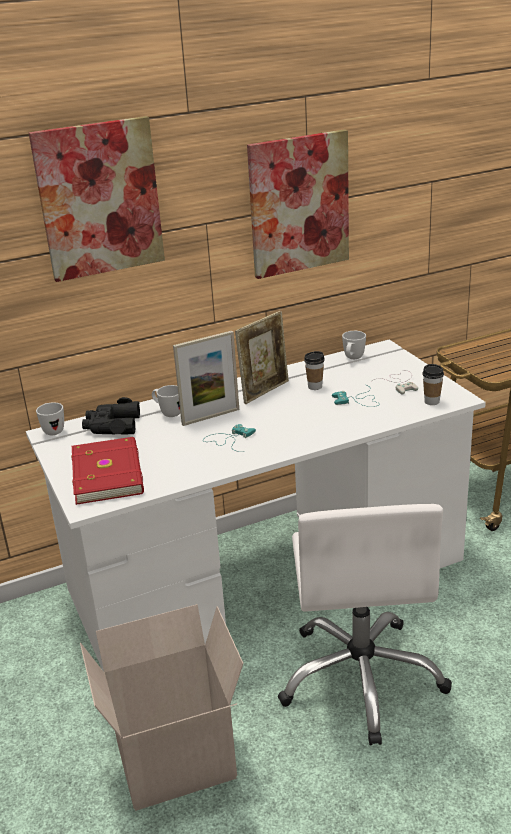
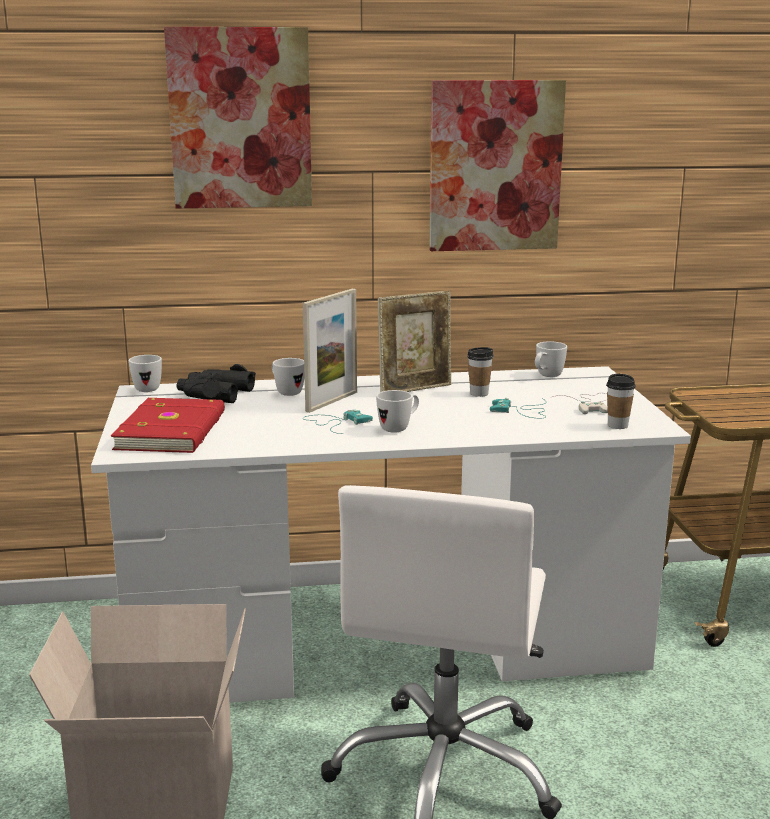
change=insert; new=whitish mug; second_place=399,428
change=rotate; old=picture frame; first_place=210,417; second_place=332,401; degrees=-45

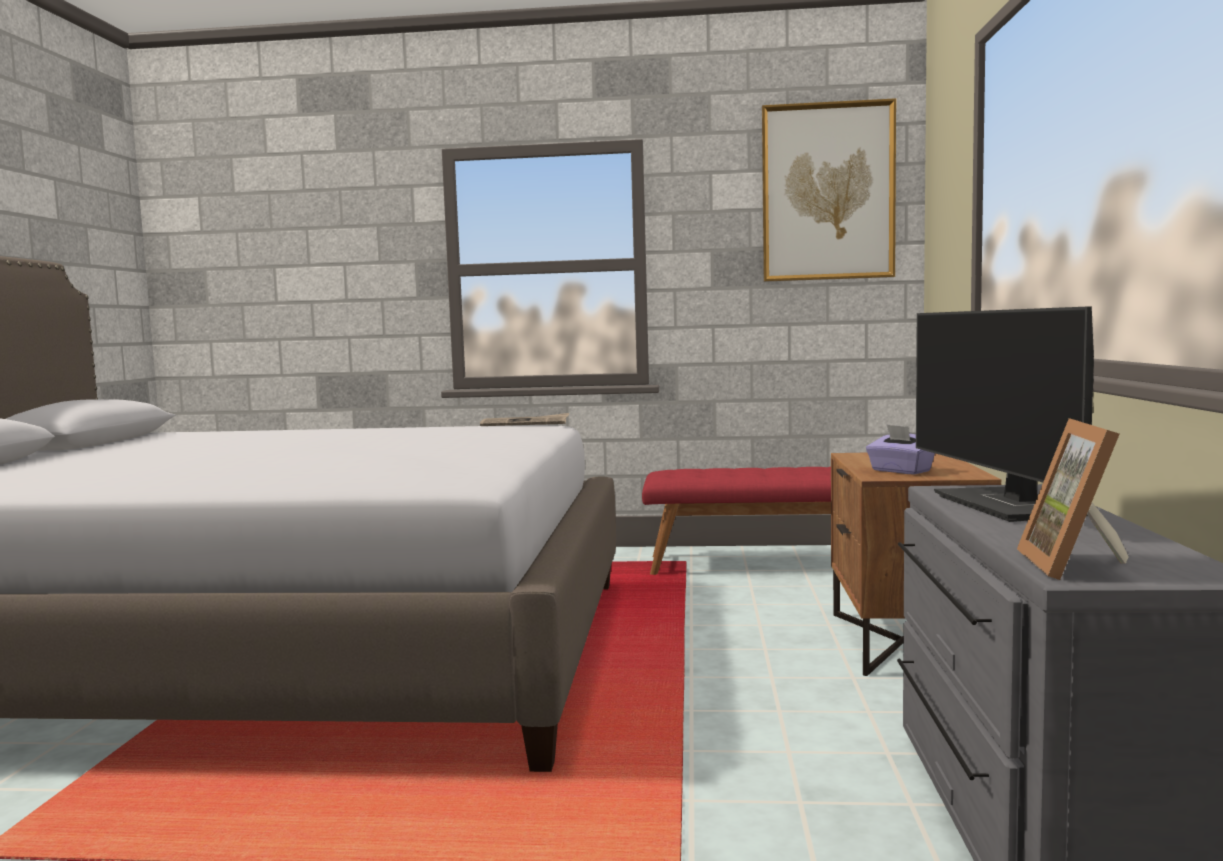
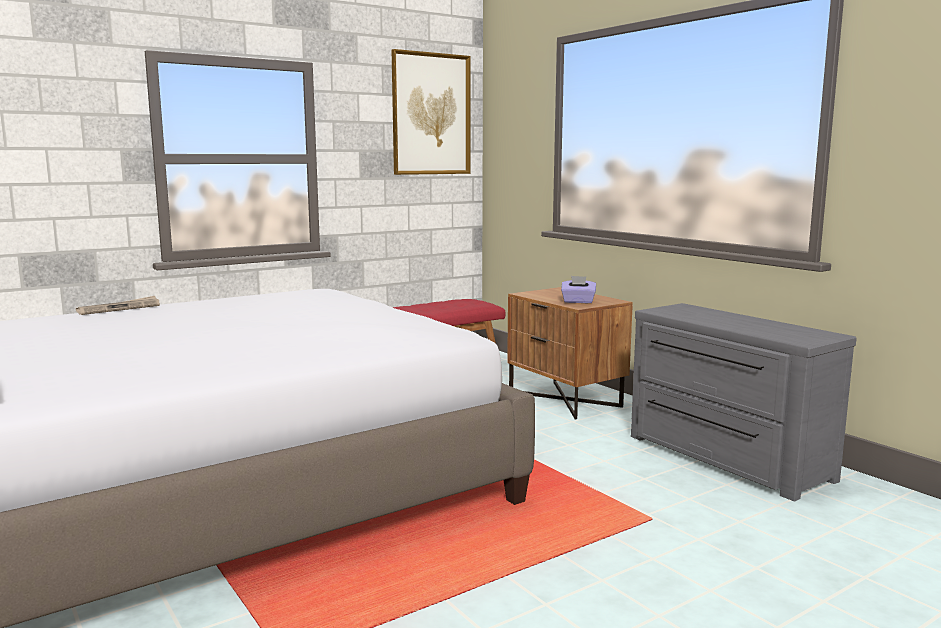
change=delete; old=computer screen; first_place=1012,506
change=delete; old=picture frame; first_place=1078,565
change=move; old=printed paper; first_place=525,423; second_place=119,308

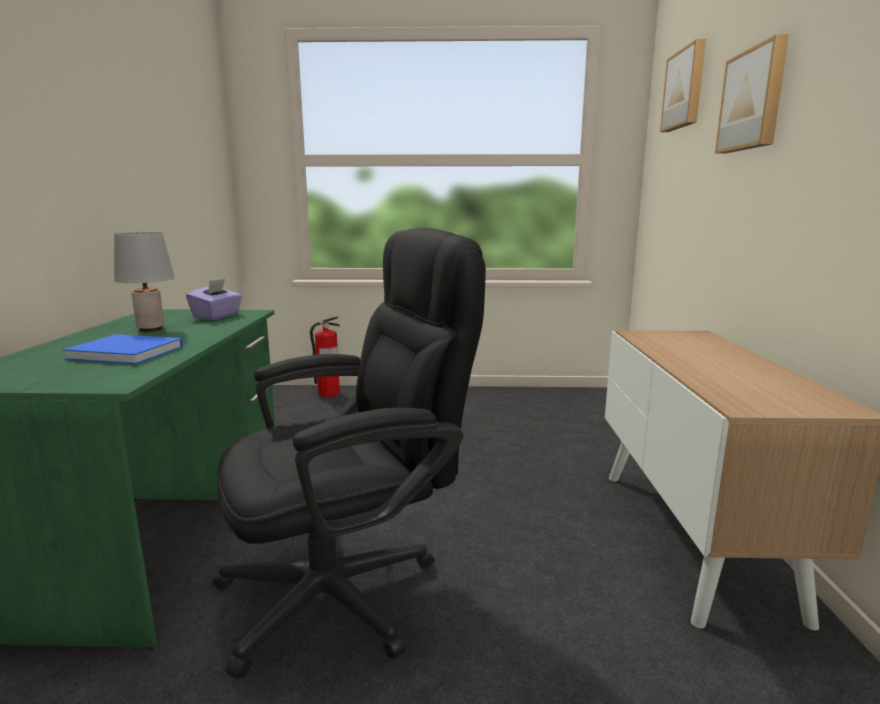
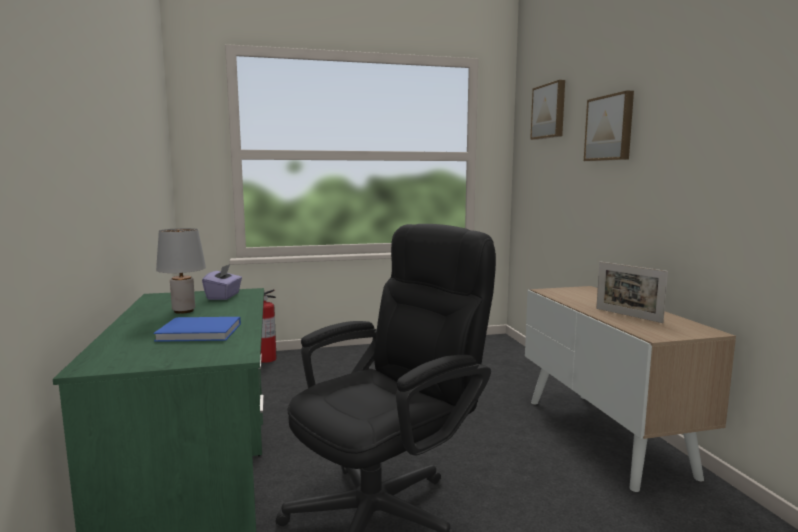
change=insert; new=picture frame; second_place=628,315

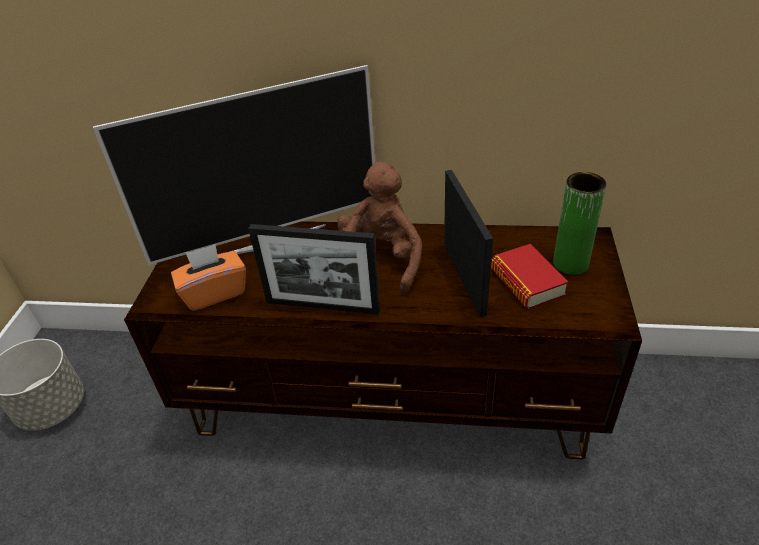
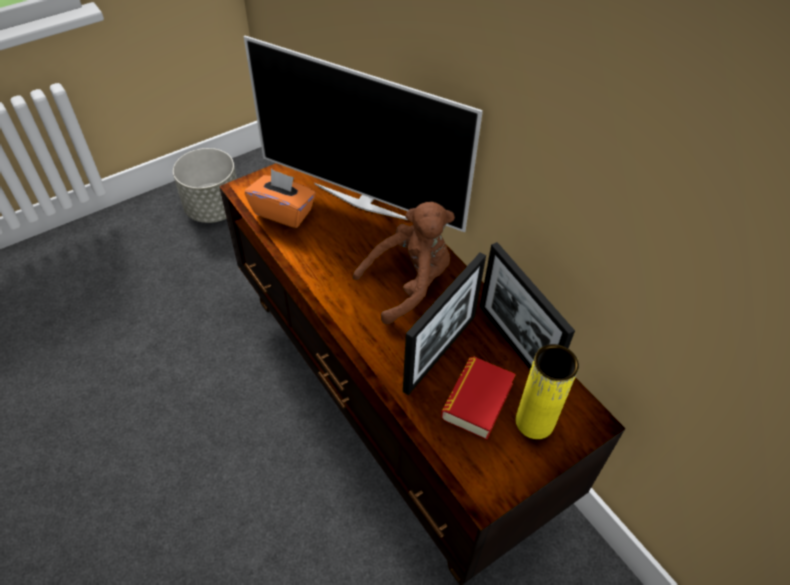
change=move; old=picture frame; first_place=322,306; second_place=514,345
change=recolor; old=greenish vase; new=yellow-coloured vase; first_place=570,264; second_place=534,422

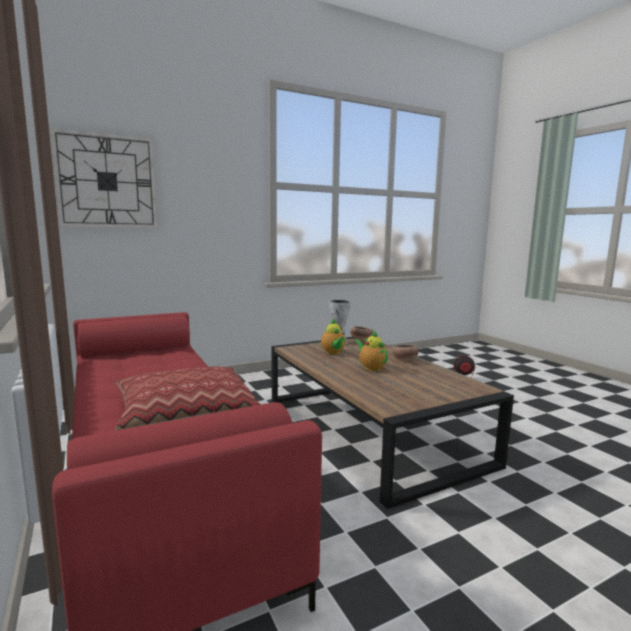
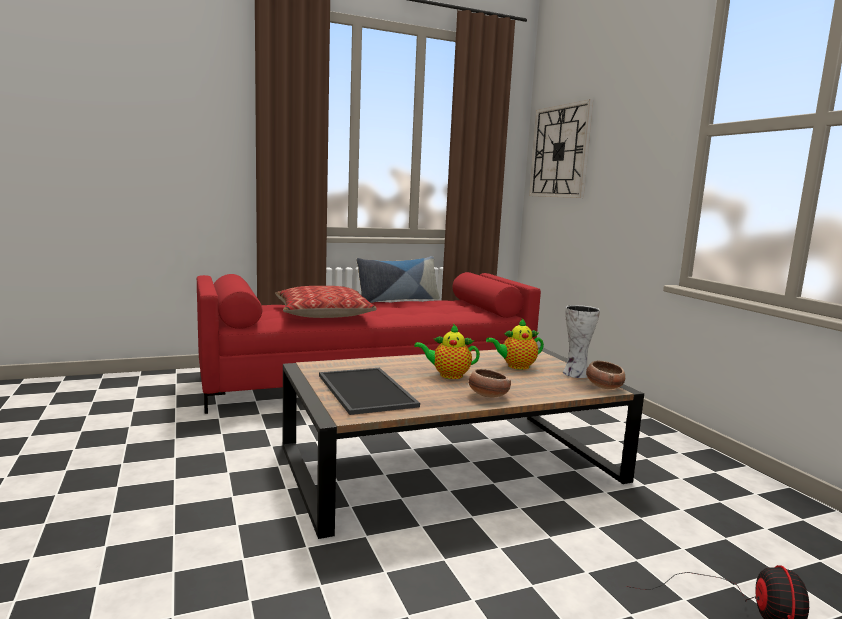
change=insert; new=serving tray; second_place=368,390
change=insert; new=pillow; second_place=398,300
change=rotate; old=teapot; first_place=371,368; second_place=448,375; degrees=-150

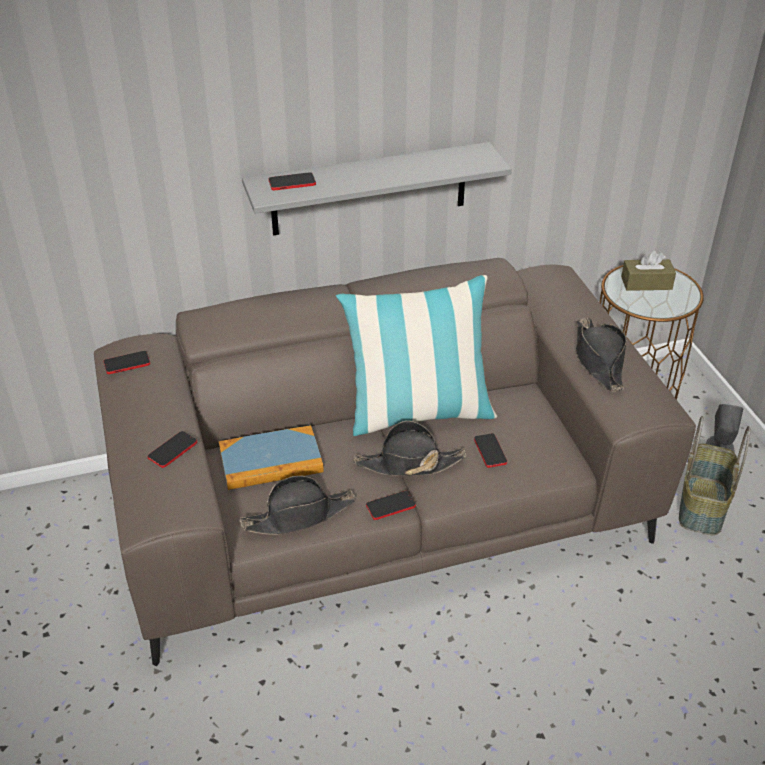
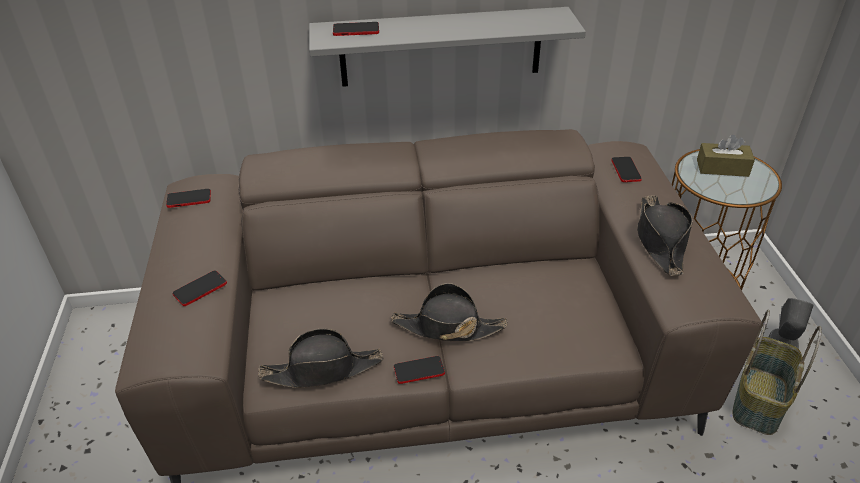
change=delete; old=bound book; first_place=271,461
change=delete; old=pillow; first_place=418,413
change=move; old=telephone; first_place=490,451; second_place=625,170

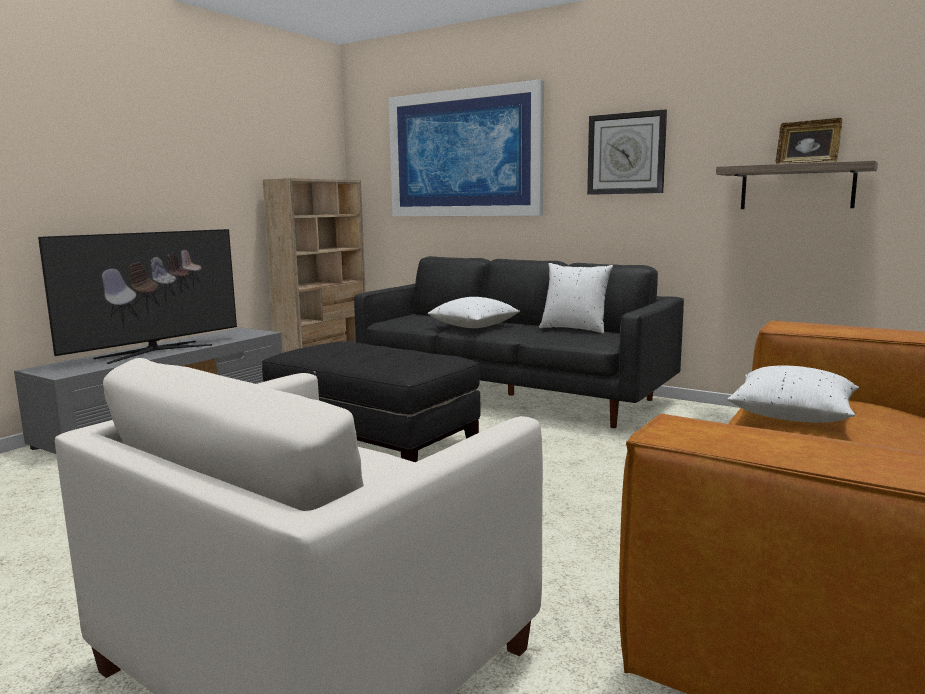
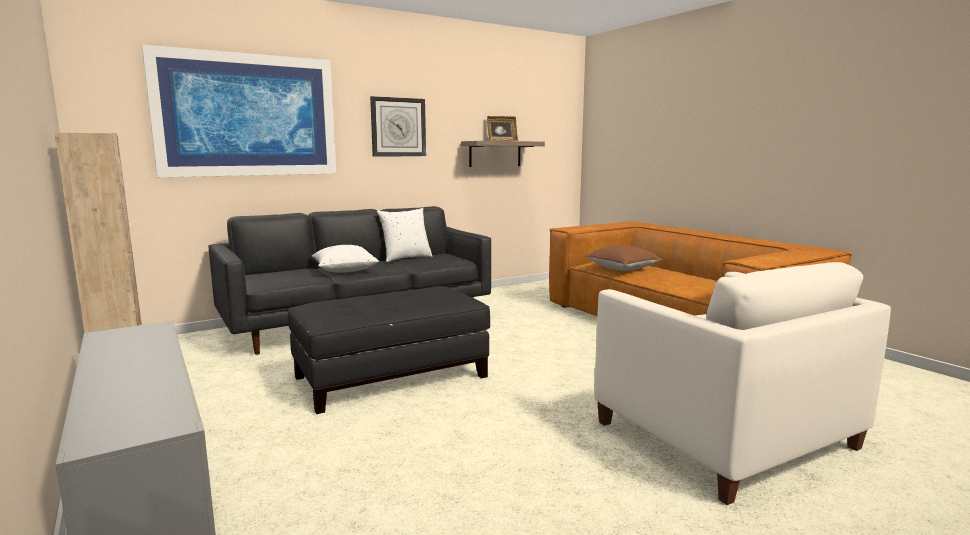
change=delete; old=TV; first_place=154,352
change=recolor; old=whitish pillow; new=brown pillow; first_place=792,416; second_place=622,269

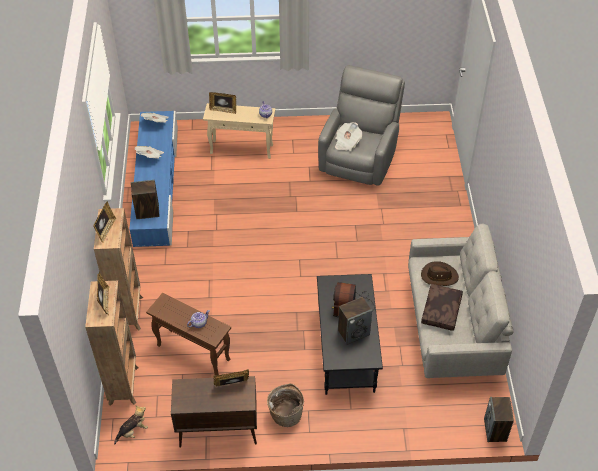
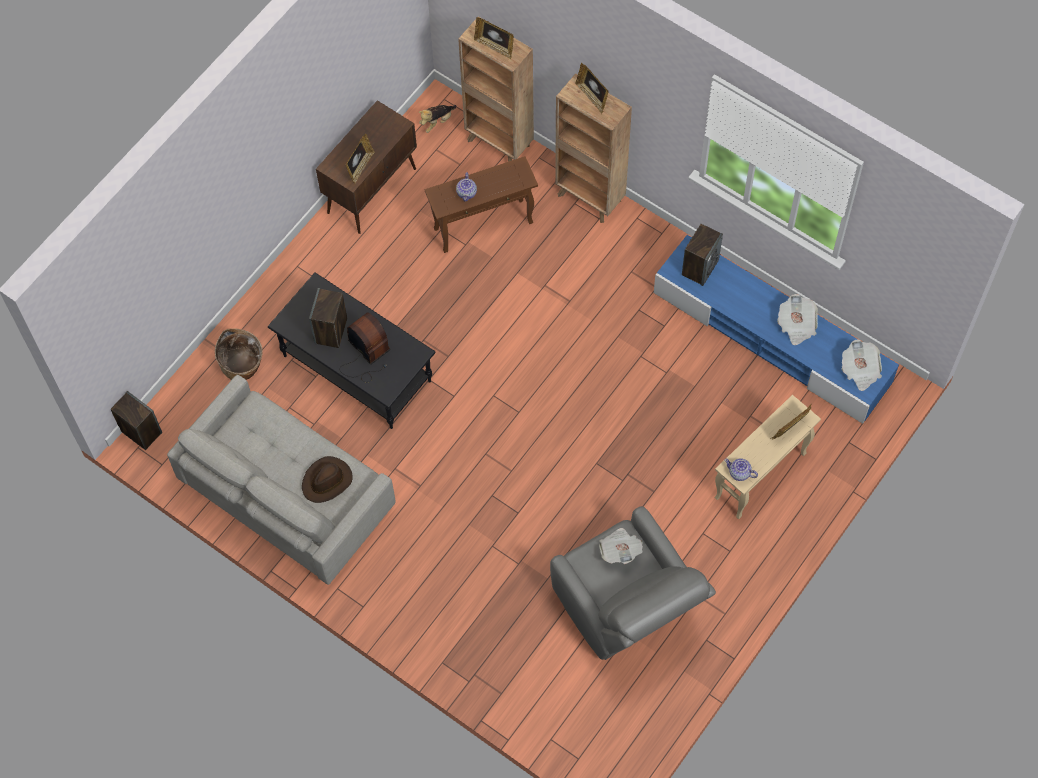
change=delete; old=brown pillow; first_place=442,311
change=move; old=household basket; first_place=286,414; second_place=243,367
change=rotate; old=plush toy; first_place=133,431; second_place=437,122; degrees=45

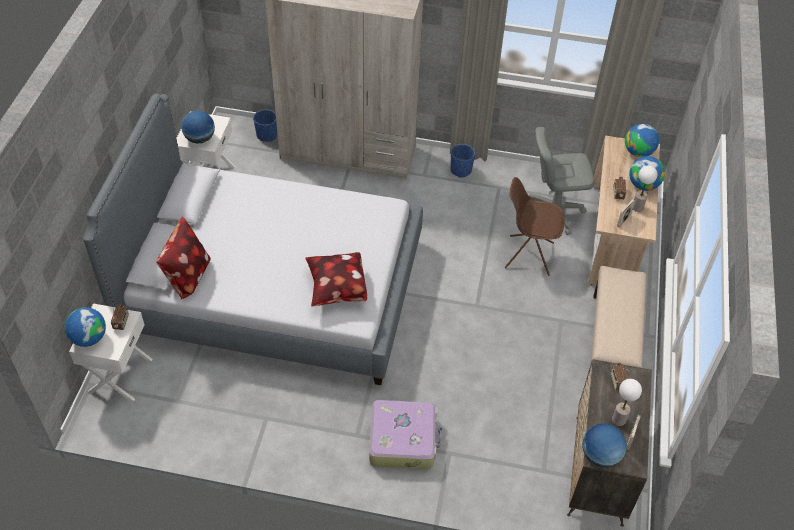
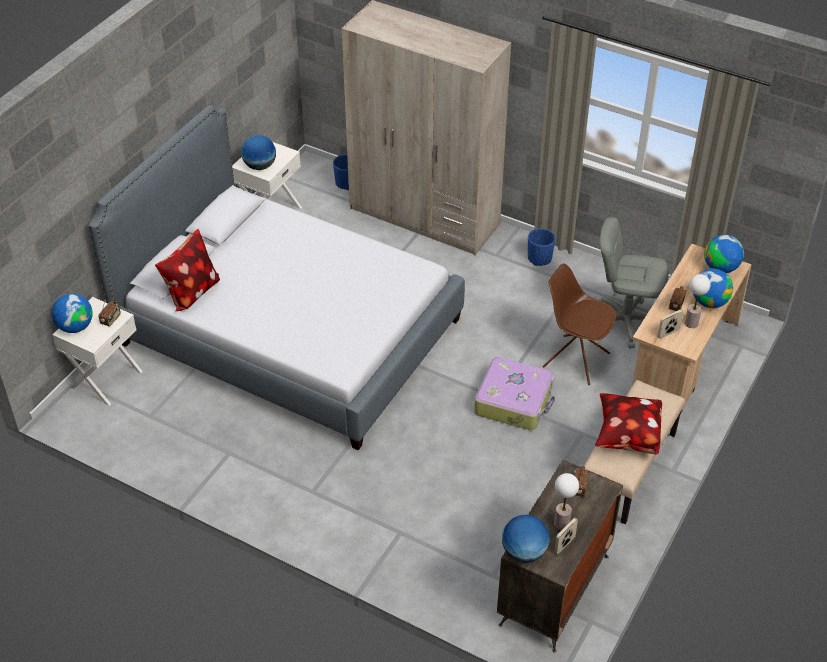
change=move; old=pillow; first_place=336,290; second_place=626,437
change=move; old=piece of luggage; first_place=403,439; second_place=514,401

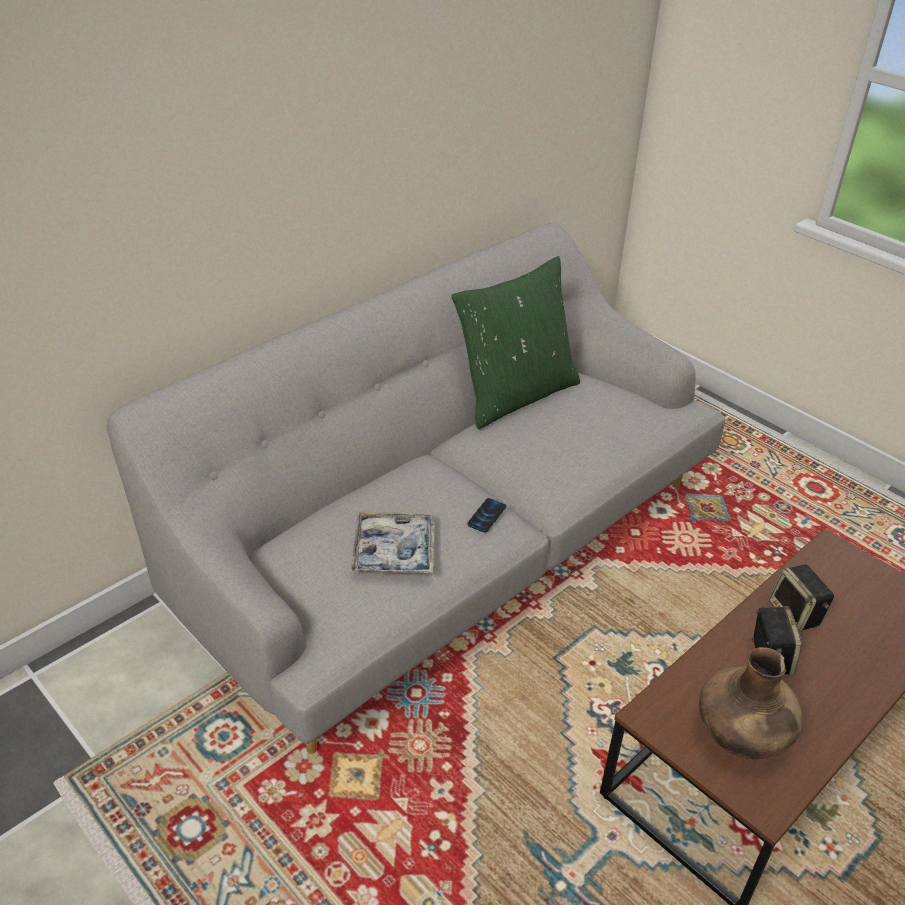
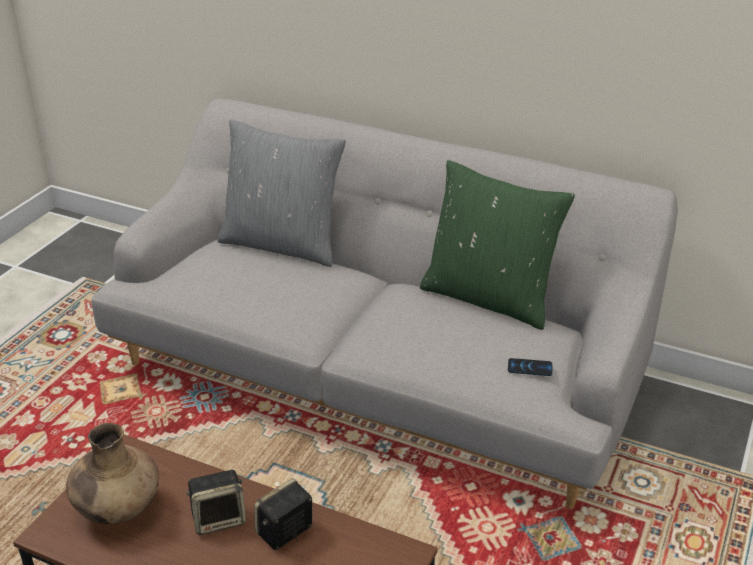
change=delete; old=serving tray; first_place=394,550
change=insert; new=greyish pillow; second_place=282,244
change=move; old=telephone; first_place=486,516; second_place=529,368

